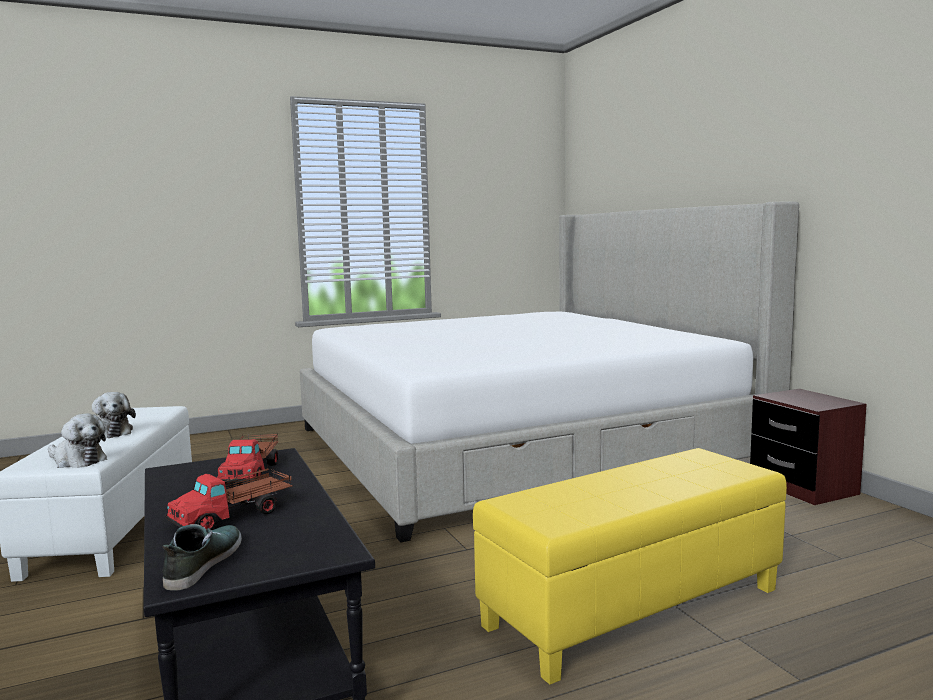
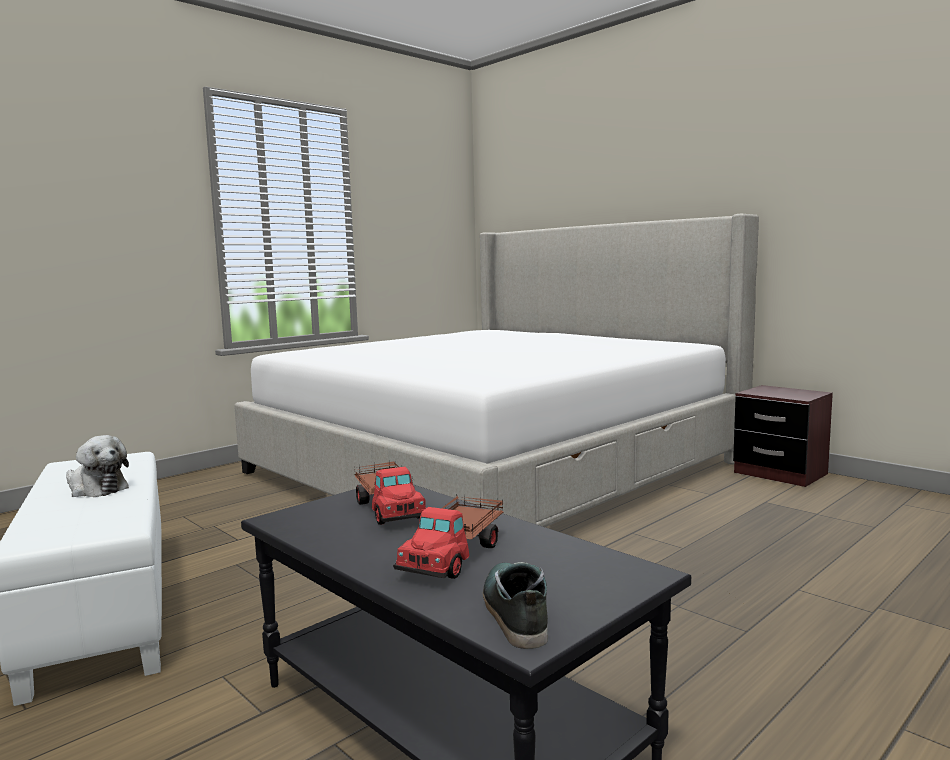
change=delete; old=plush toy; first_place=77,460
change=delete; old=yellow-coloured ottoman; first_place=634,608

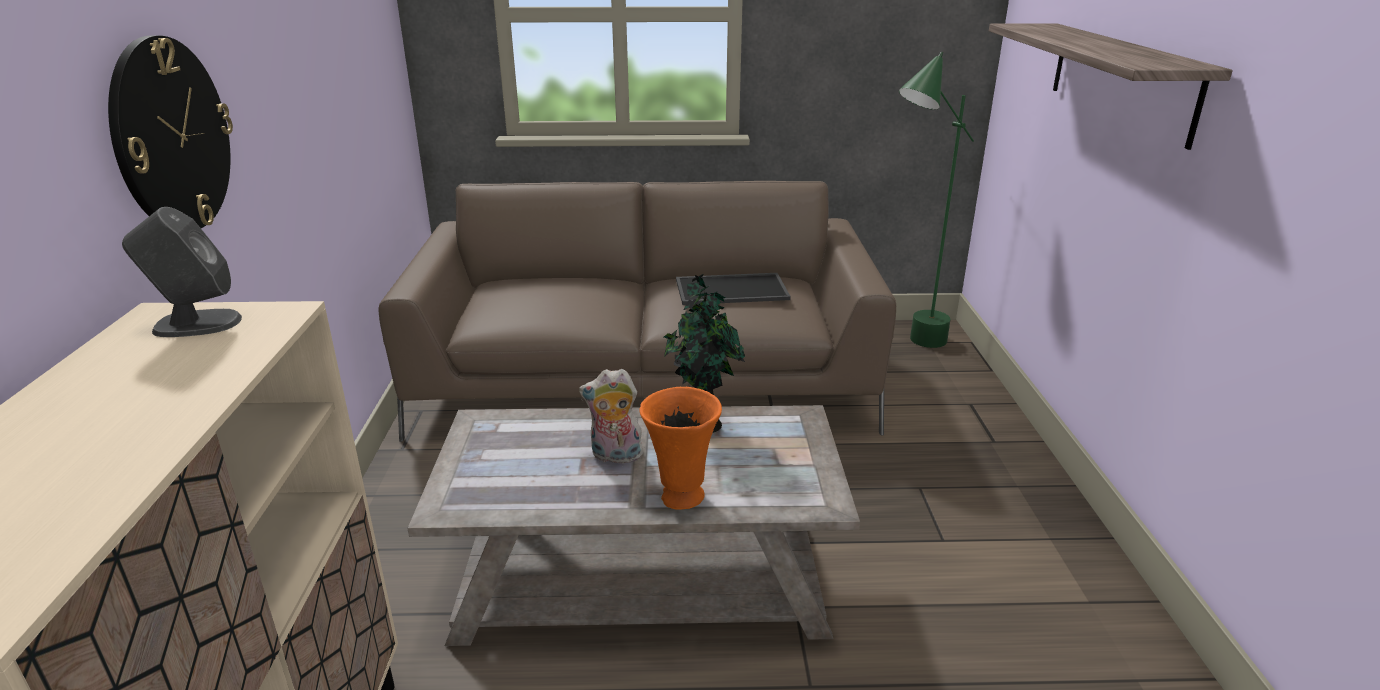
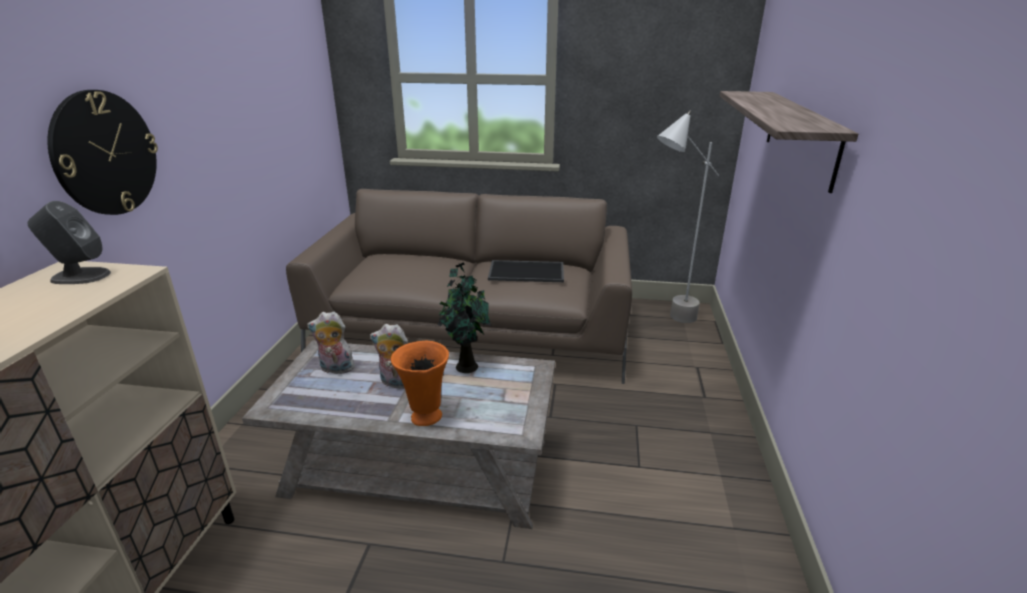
change=insert; new=plush toy; second_place=335,369
change=recolor; old=greenish standard lamp; new=greyish standard lamp; first_place=910,348; second_place=667,322

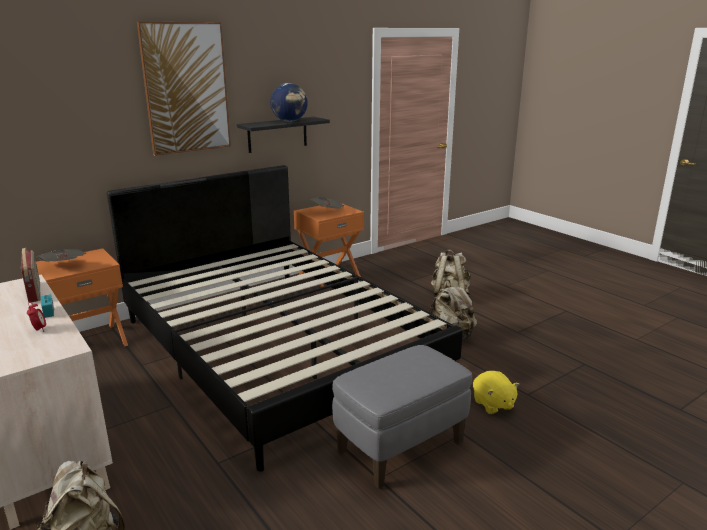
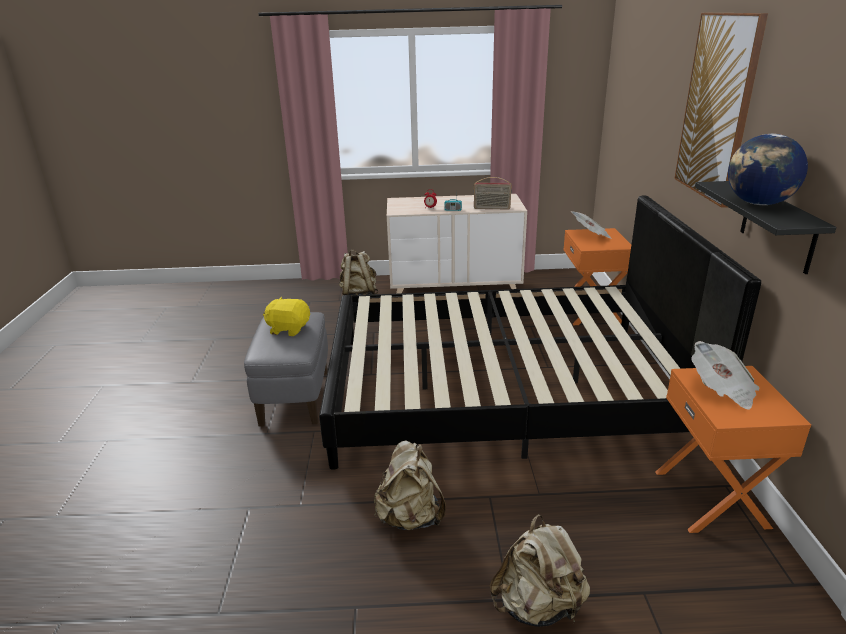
change=move; old=yellow-coloured plush toy; first_place=493,404; second_place=289,329

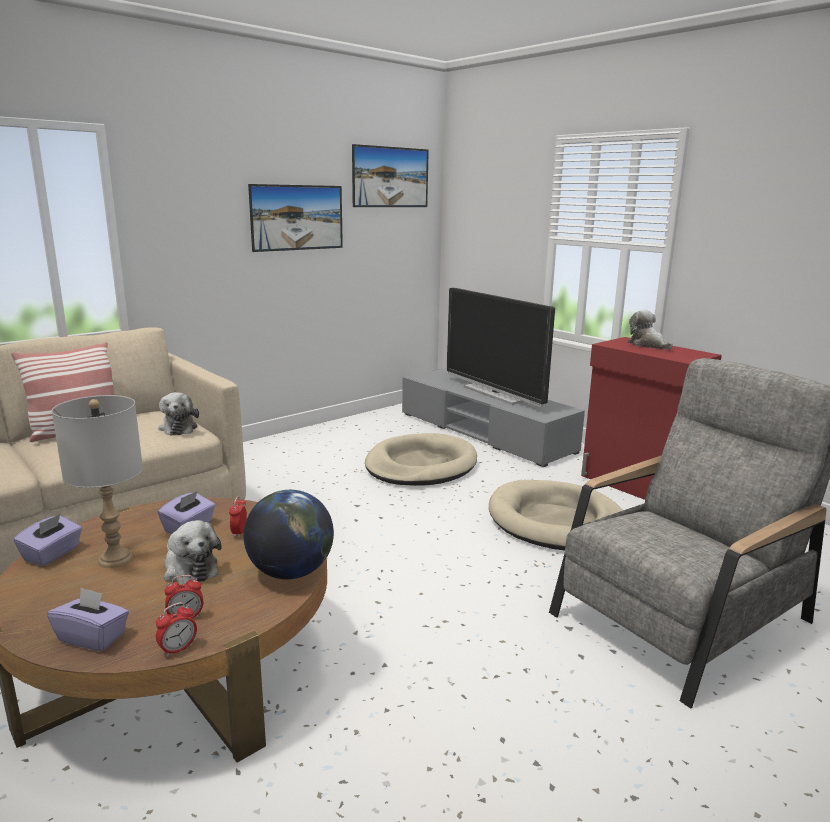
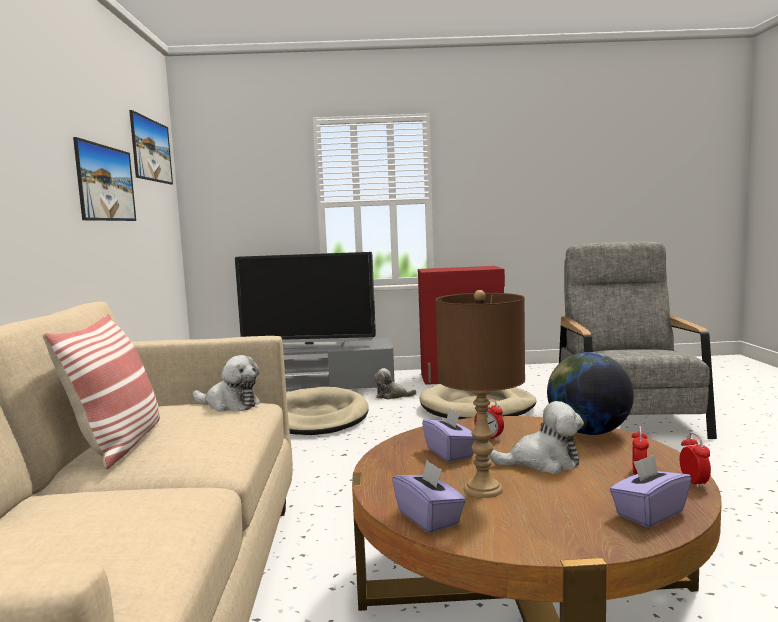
change=move; old=plush toy; first_place=647,345; second_place=392,396
change=recolor; old=greyish lamp for a table; new=brown lamp for a table; first_place=116,559; second_place=483,489

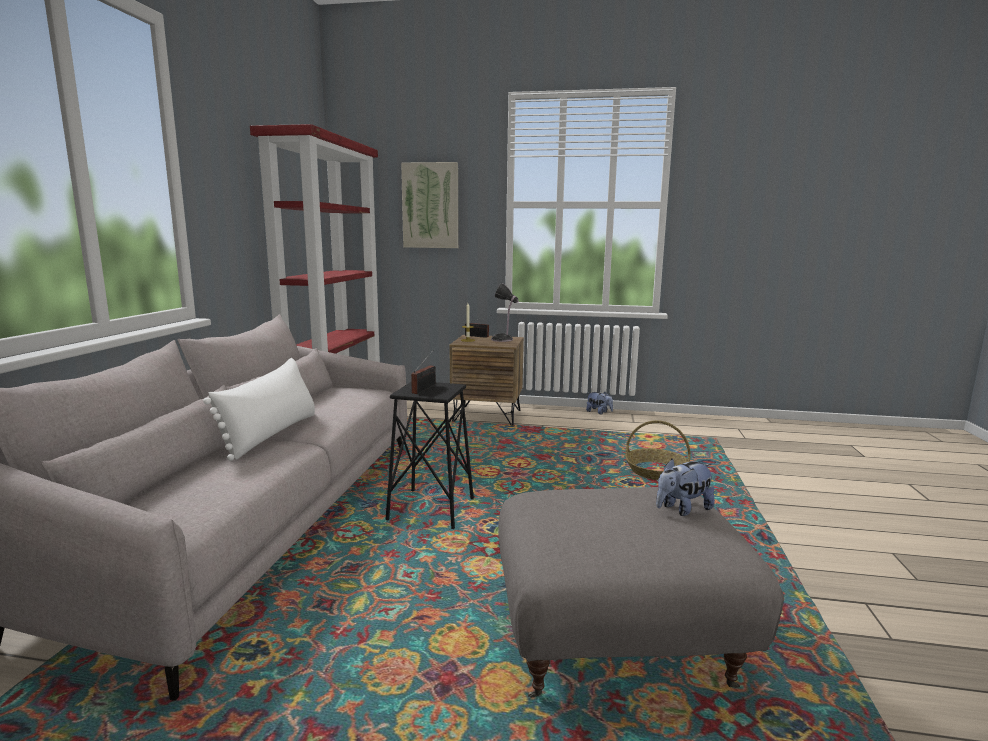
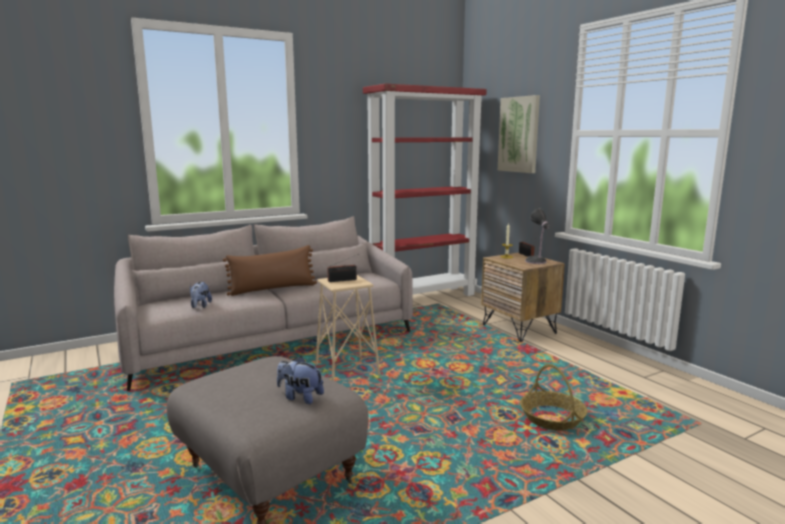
change=move; old=plush toy; first_place=599,412; second_place=200,306
change=recolor; old=whitish pillow; new=brown pillow; first_place=271,434; second_place=273,289
change=recolor; old=black stool; new=beige-coloured stool; first_place=431,509; second_place=347,370

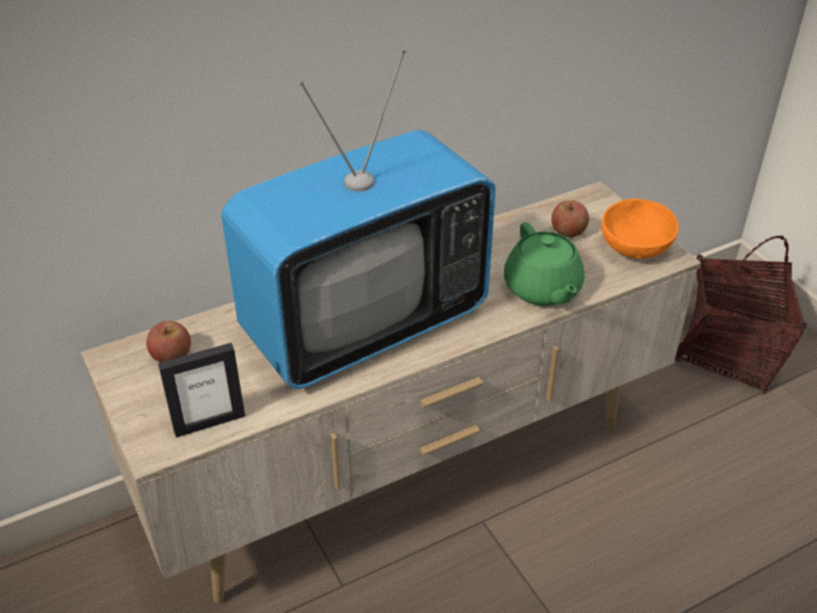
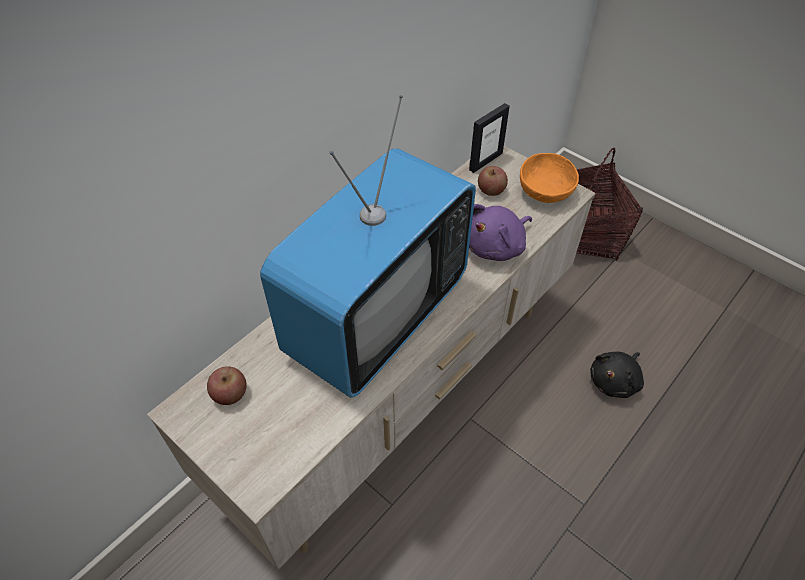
change=insert; new=black plush toy; second_place=615,381
change=move; old=picture frame; first_place=209,423; second_place=485,161
change=replace; old=greenish teapot; new=purplish plush toy; first_place=542,289; second_place=496,247

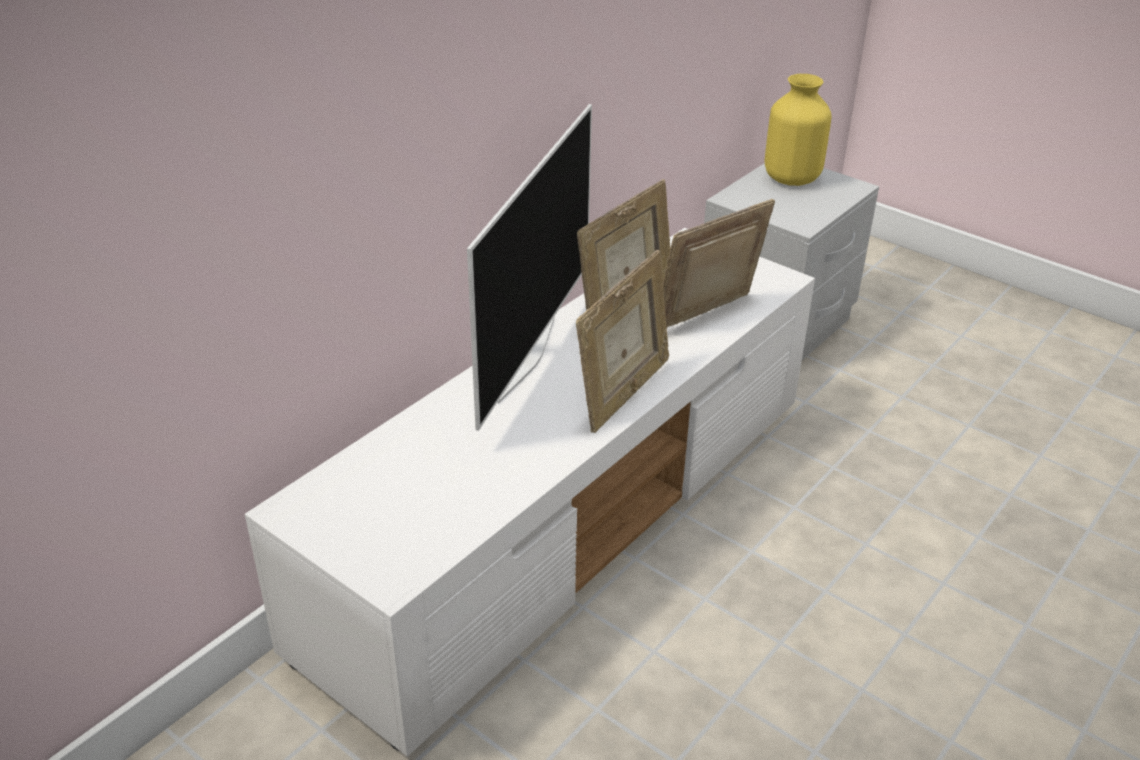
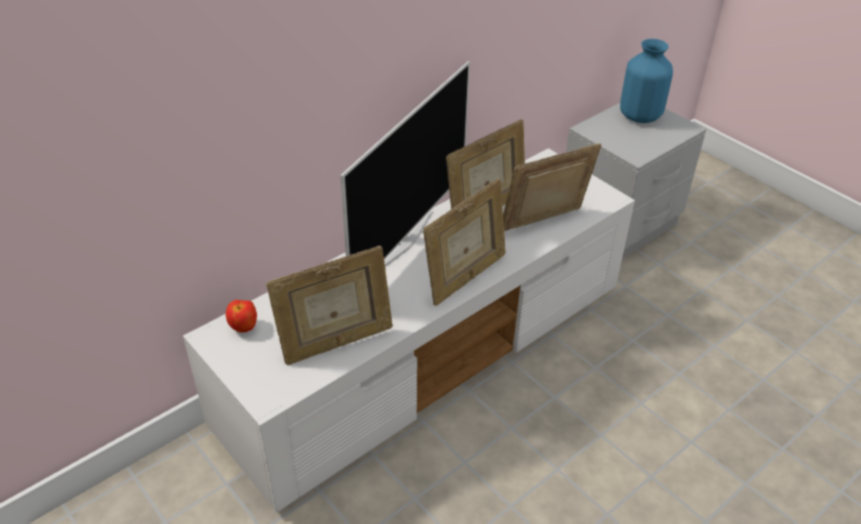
change=insert; new=apple; second_place=244,328
change=insert; new=picture frame; second_place=336,343
change=recolor; old=yellow-coloured vase; new=blue vase; first_place=791,178; second_place=640,115

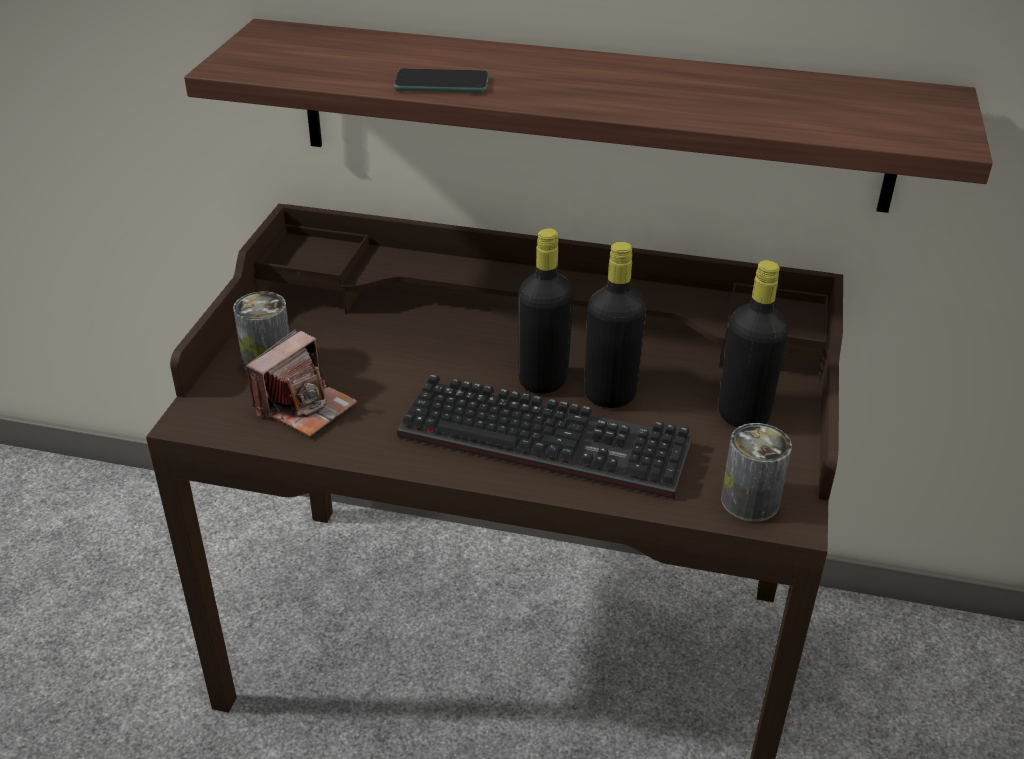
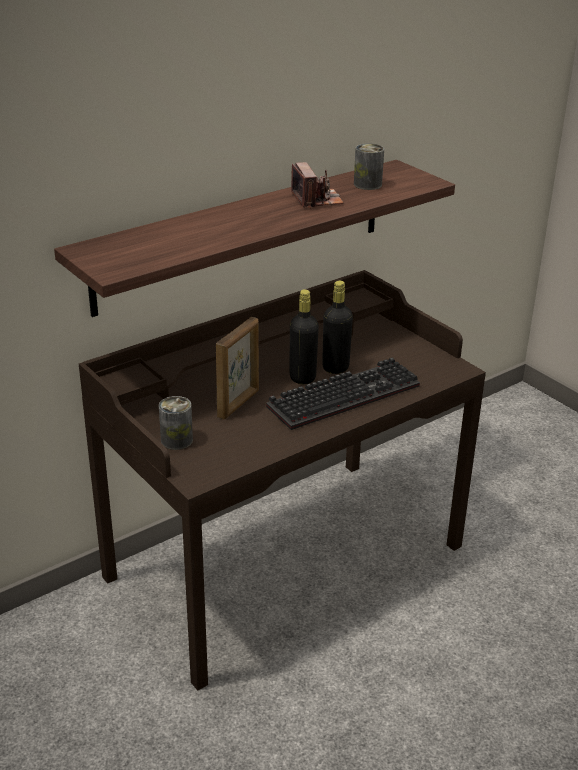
change=delete; old=telephone; first_place=441,83
change=delete; old=black bottle; first_place=743,416
change=insert; new=picture frame; second_place=239,404
change=move; old=still camera; first_place=305,406; second_place=316,200
change=move; old=can; first_place=750,501; second_place=367,184

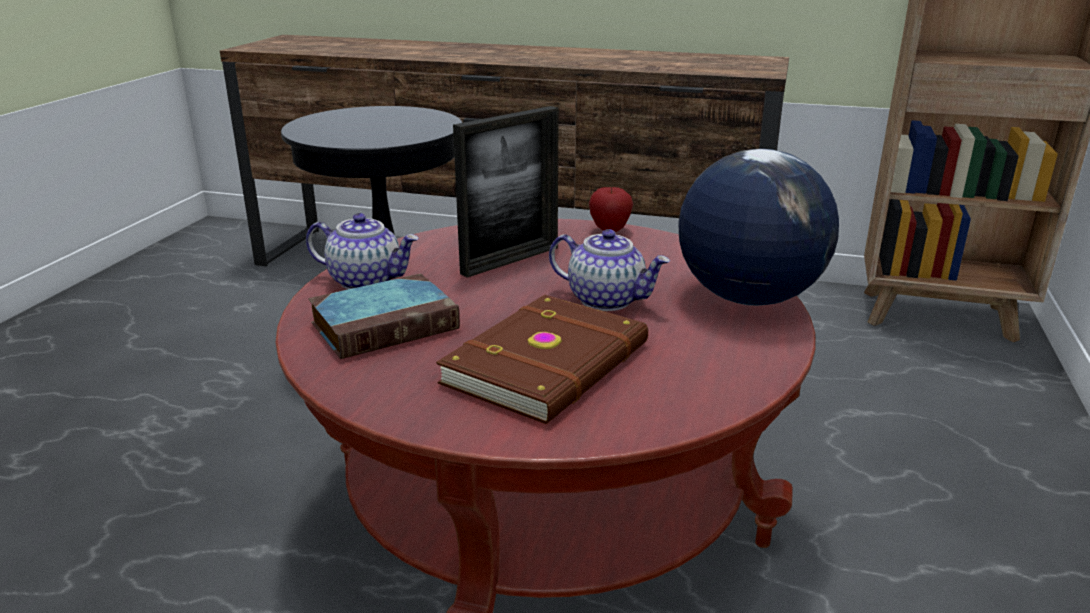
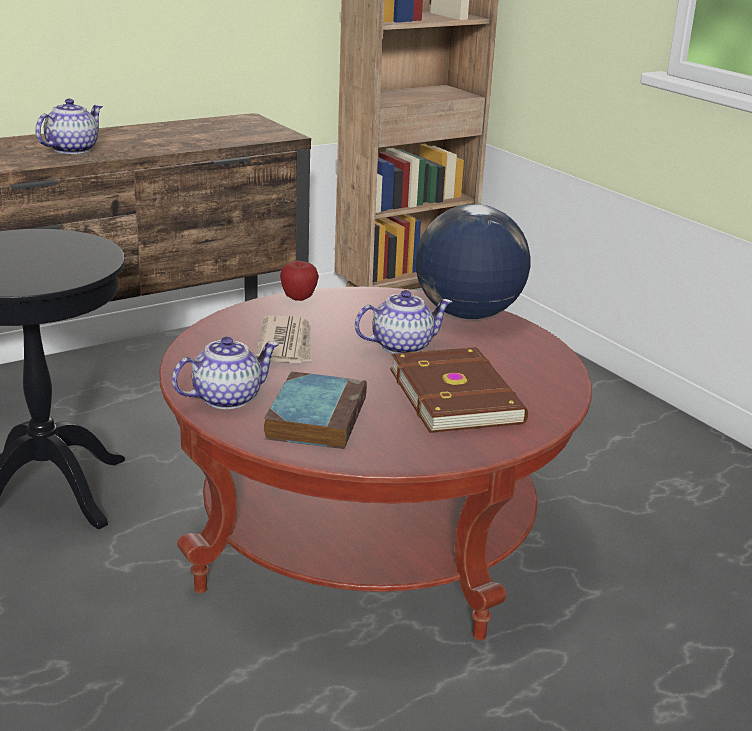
change=insert; new=teapot; second_place=72,149
change=replace; old=picture frame; new=printed paper; first_place=510,260; second_place=286,344

